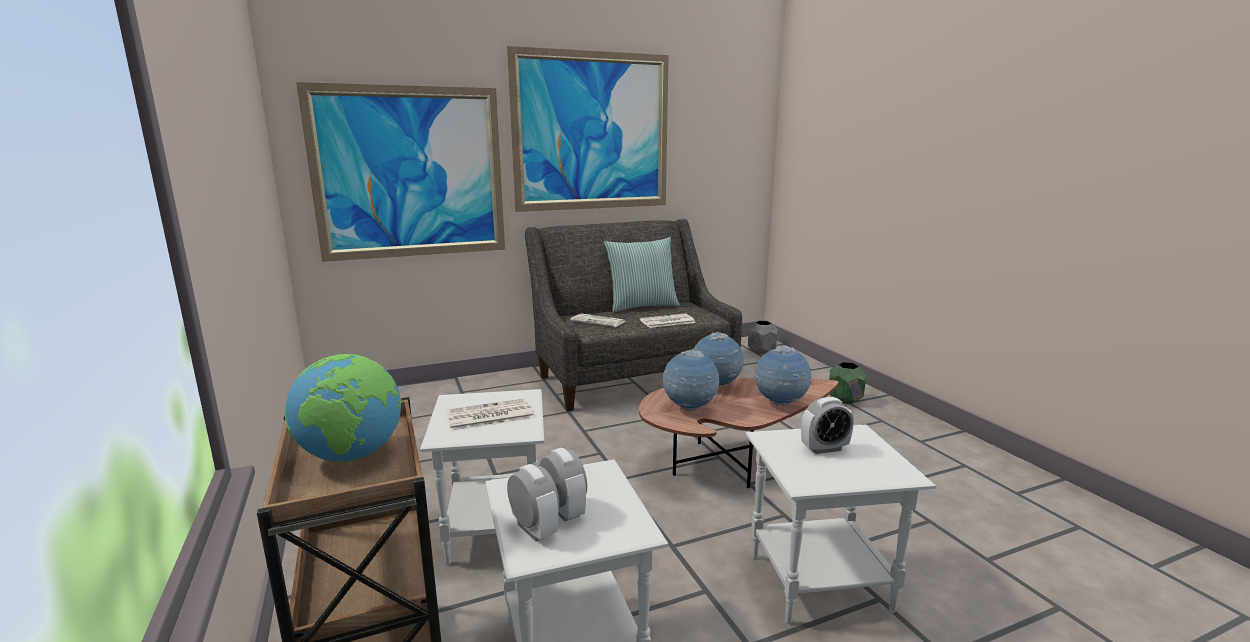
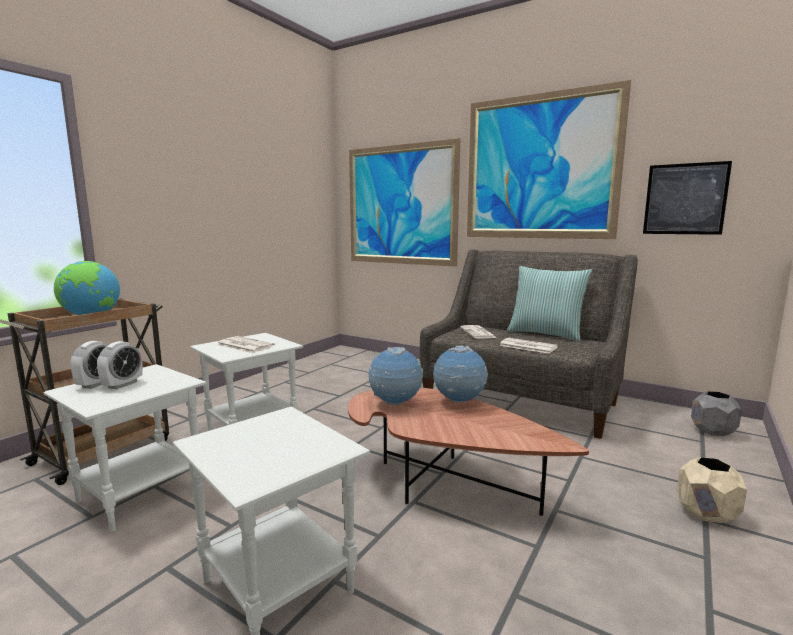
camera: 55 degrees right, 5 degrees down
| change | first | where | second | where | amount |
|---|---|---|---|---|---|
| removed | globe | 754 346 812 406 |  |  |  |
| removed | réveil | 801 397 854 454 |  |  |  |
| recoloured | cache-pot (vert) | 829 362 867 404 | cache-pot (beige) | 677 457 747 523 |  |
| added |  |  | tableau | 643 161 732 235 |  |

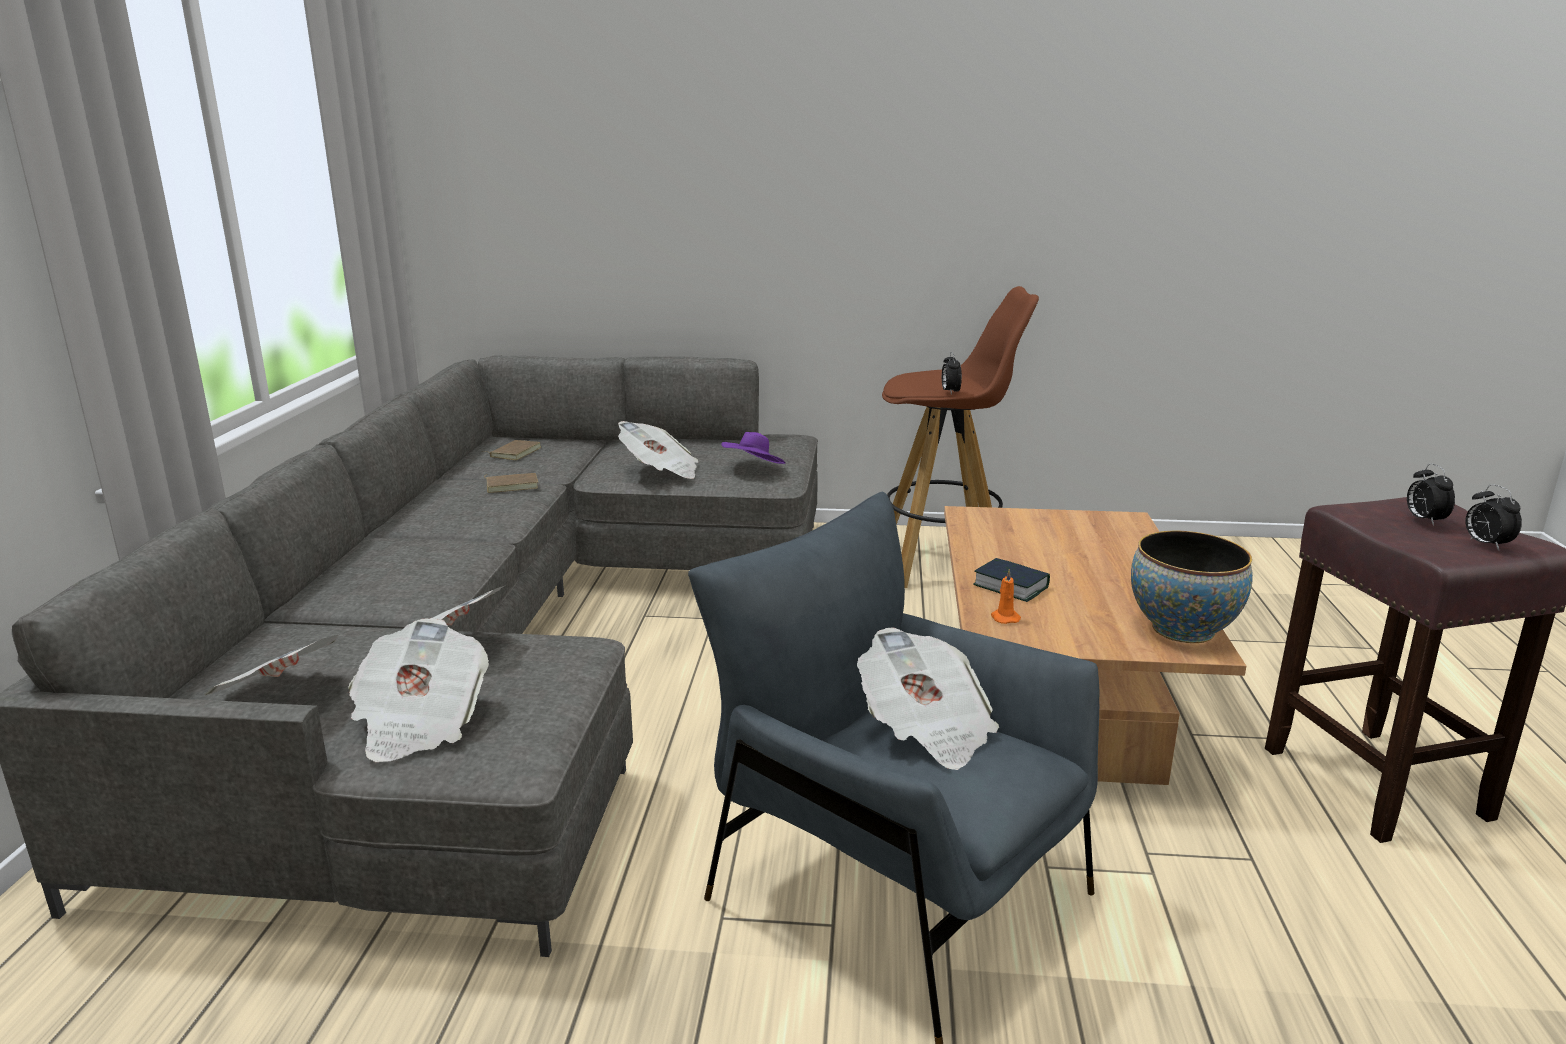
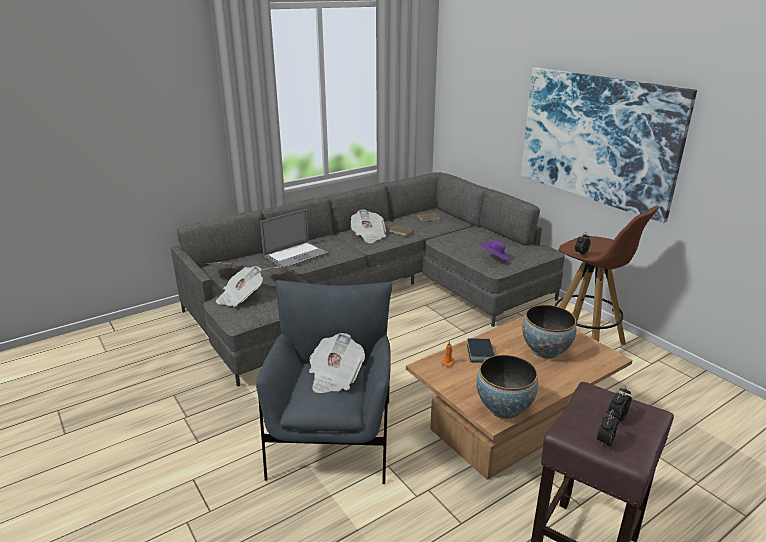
camera: 50 degrees right, 5 degrees up
| change | first | where | second | where | amount |
|---|---|---|---|---|---|
| moved | journal | 618 421 698 479 |  | 350 210 386 244 |  |
| added |  |  | ordinateur portable | 260 209 329 267 |  |
| added |  |  | tableau | 521 67 697 223 |  |
| added |  |  | bol | 522 305 577 359 |  |

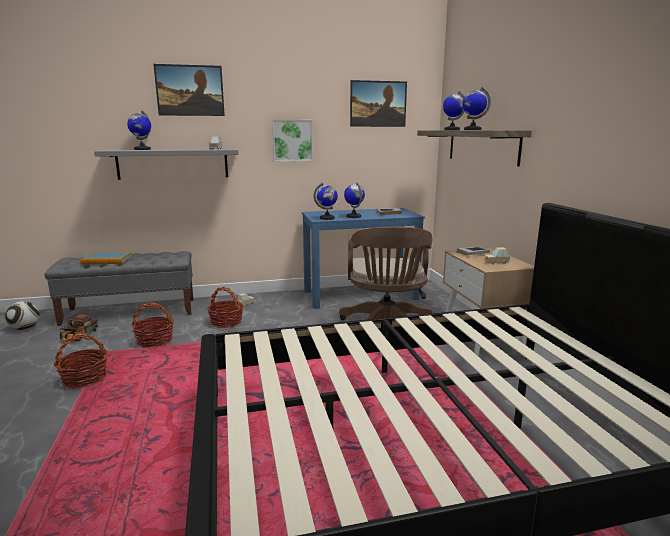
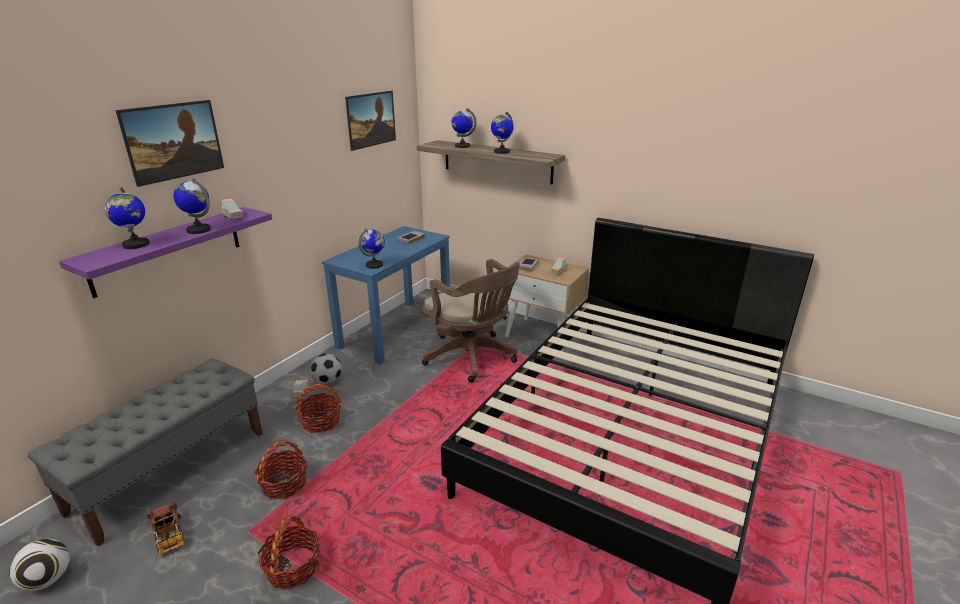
camera: 45 degrees left, 10 degrees up
| change | first | where | second | where | amount |
|---|---|---|---|---|---|
| removed | livre | 80 252 132 264 |  |  |  |
| recoloured | étagère (gris) | 94 149 239 180 | étagère (violet) | 59 207 272 298 |  |
| removed | tableau | 272 120 313 162 |  |  |  |
| moved | globe | 344 183 365 218 |  | 173 178 211 234 |  |
| added |  |  | ballon de foot | 311 354 342 384 |  |

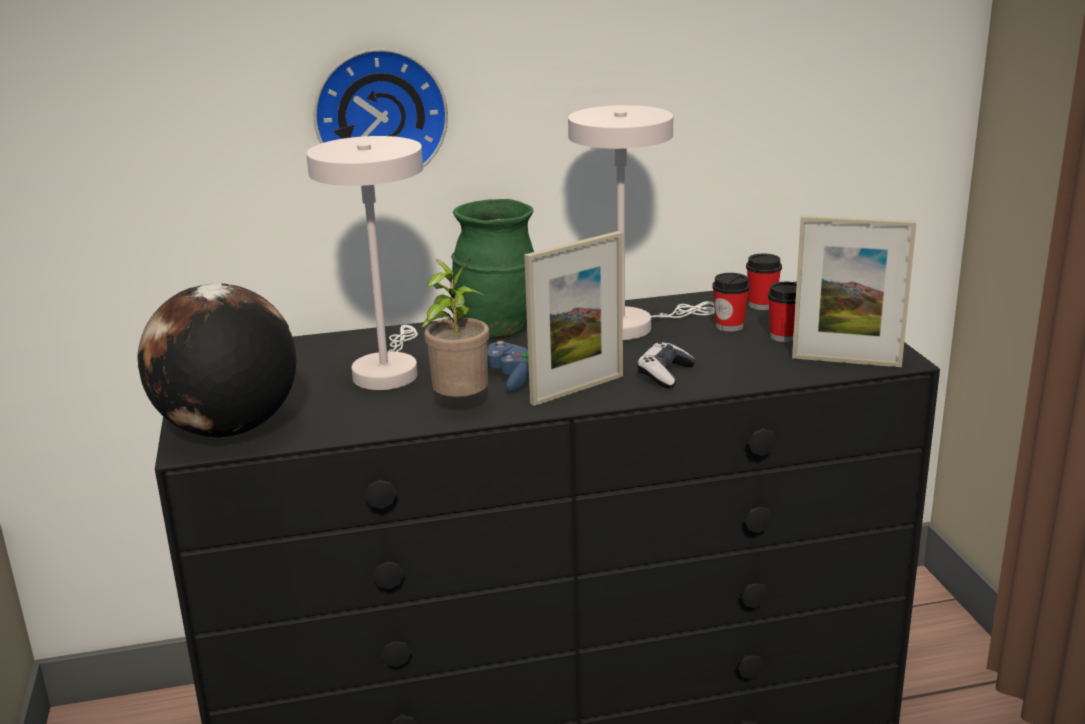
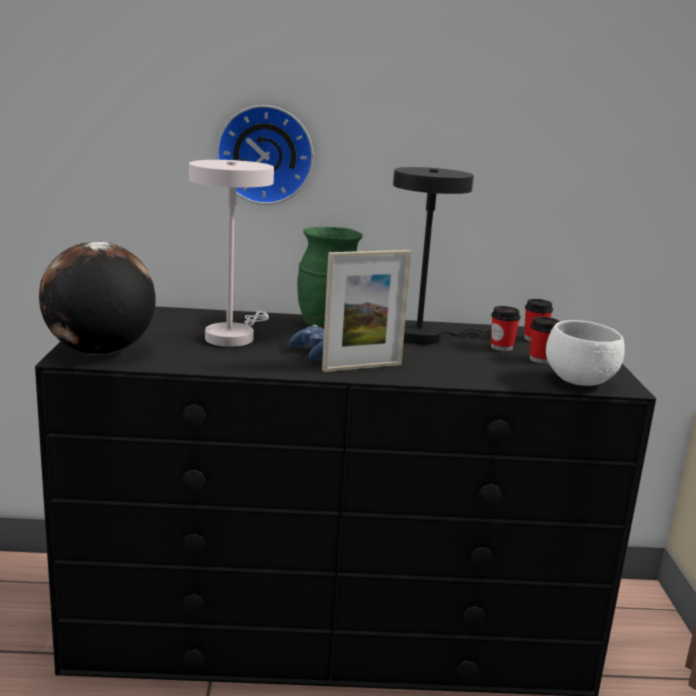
camera: 10 degrees right, 5 degrees down
| change | first | where | second | where | amount |
|---|---|---|---|---|---|
| removed | plante en pot | 421 259 489 397 |  |  |  |
| recoloured | lampe de table (blanc) | 568 105 715 340 | lampe de table (noir) | 393 167 491 344 |  |
| removed | manette | 637 342 695 388 |  |  |  |
| replaced | cadre photo | 792 215 916 367 | bol (blanc) | 546 320 625 386 |  |

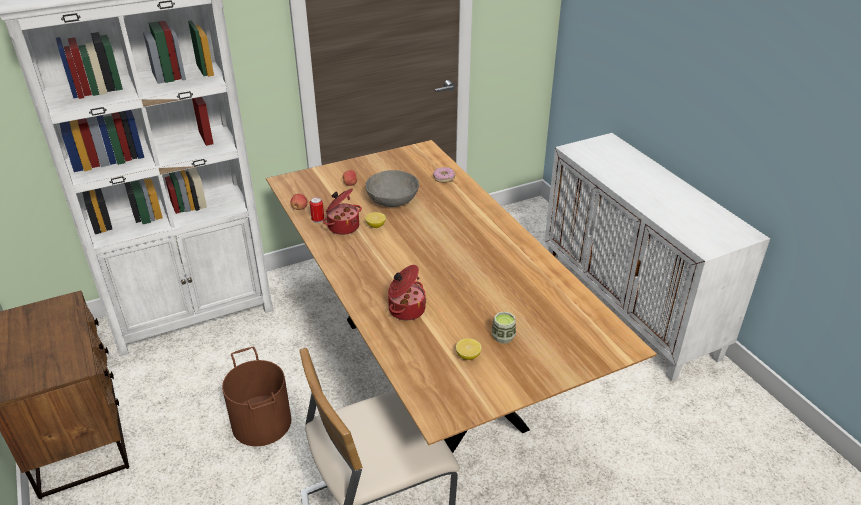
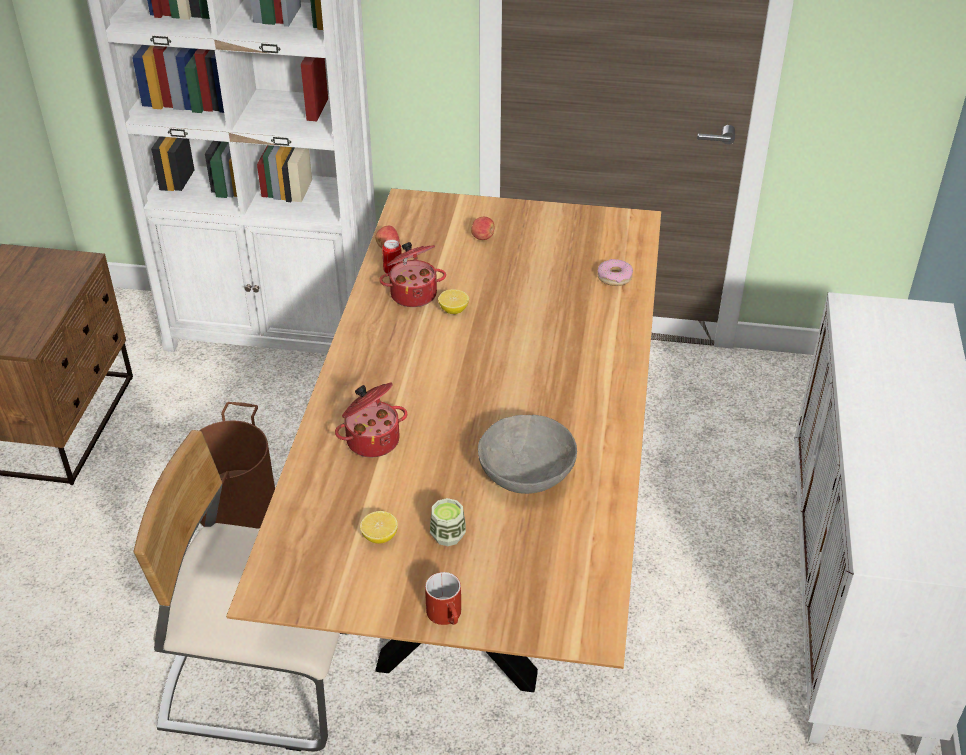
camera: 35 degrees right, 5 degrees up
| change | first | where | second | where | amount |
|---|---|---|---|---|---|
| moved | bol (gris) | 365 170 419 207 |  | 478 415 577 494 |  |
| added |  |  | mug (rouge) | 425 572 461 625 |  |

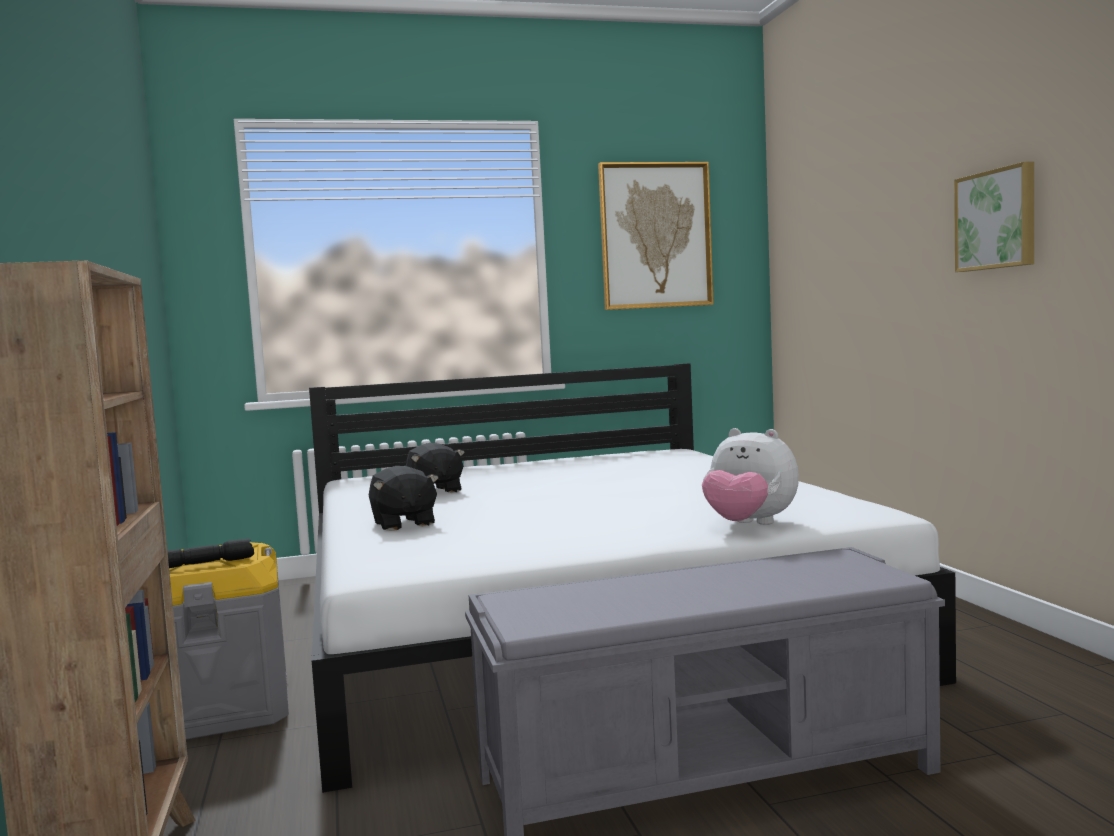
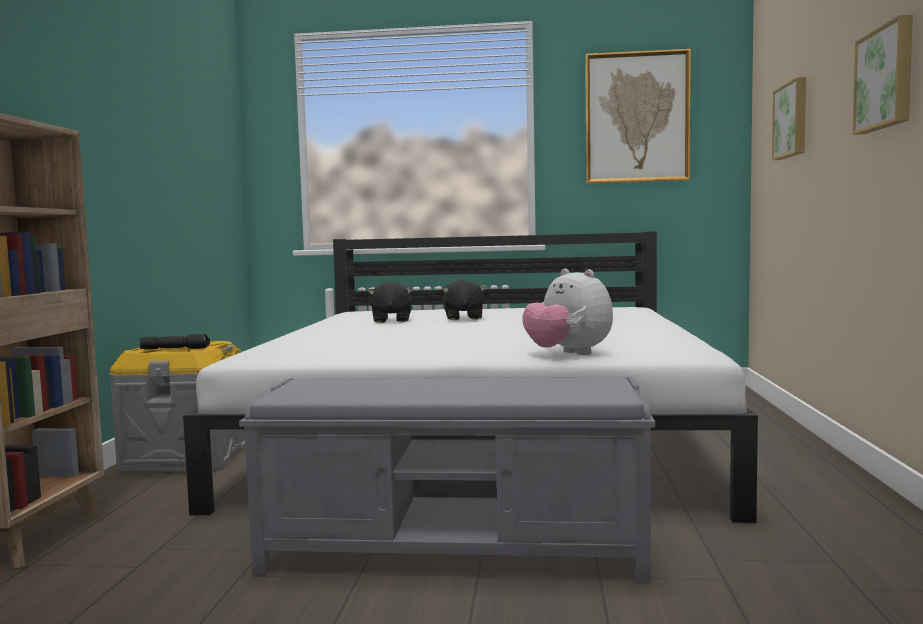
camera: 20 degrees right, 0 degrees up
| change | first | where | second | where | amount |
|---|---|---|---|---|---|
| moved | peluche (noir) | 369 466 439 531 |  | 442 280 486 320 |  |
| added |  |  | tableau | 772 77 806 160 |  |

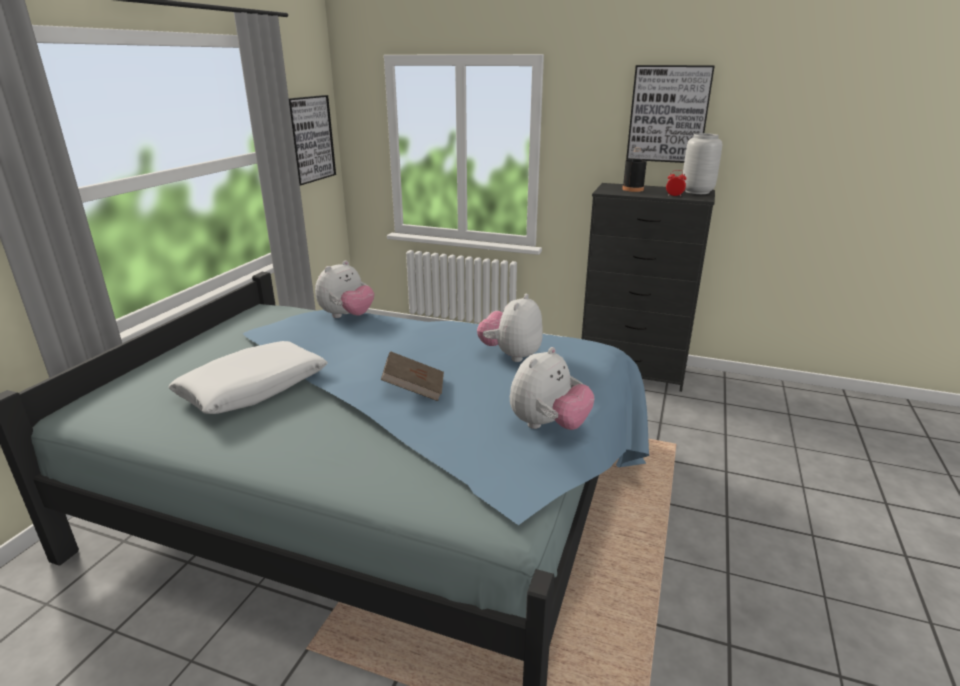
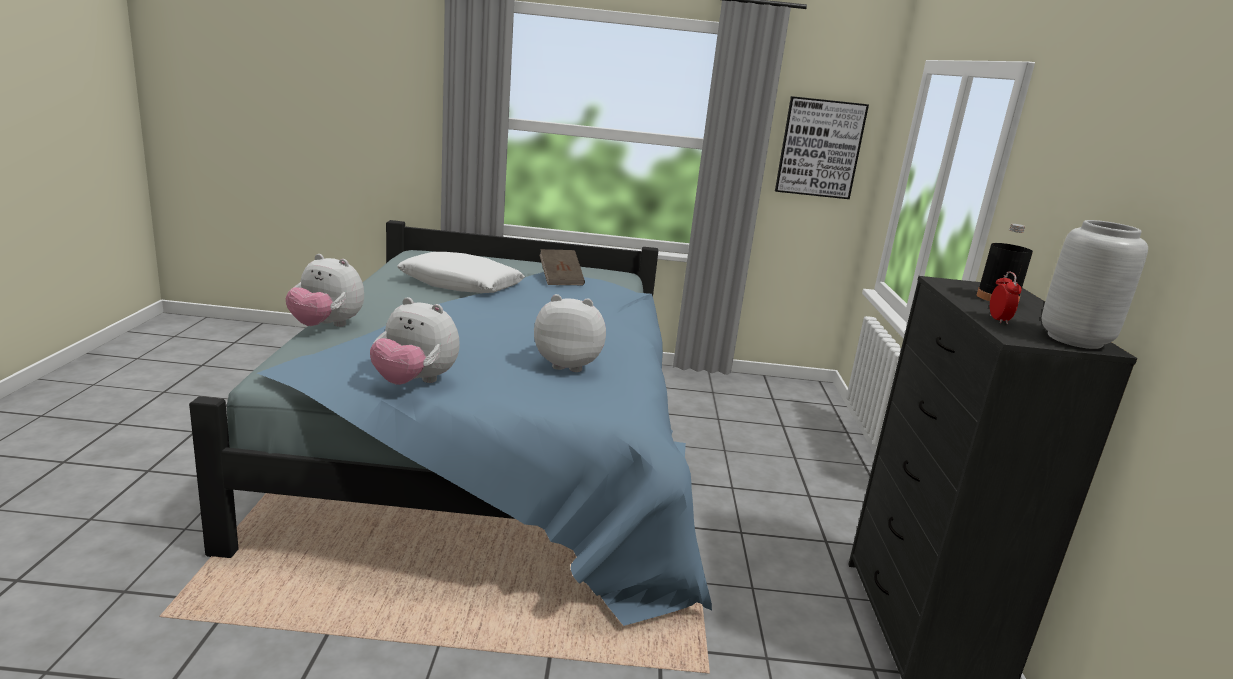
camera: 70 degrees right, 5 degrees down
| change | first | where | second | where | amount |
|---|---|---|---|---|---|
| moved | peluche | 315 260 374 318 |  | 286 254 364 327 |  |
| moved | livre (marron) | 381 351 444 401 |  | 539 249 585 285 |  |
| removed | tableau | 626 65 715 163 |  |  |  |

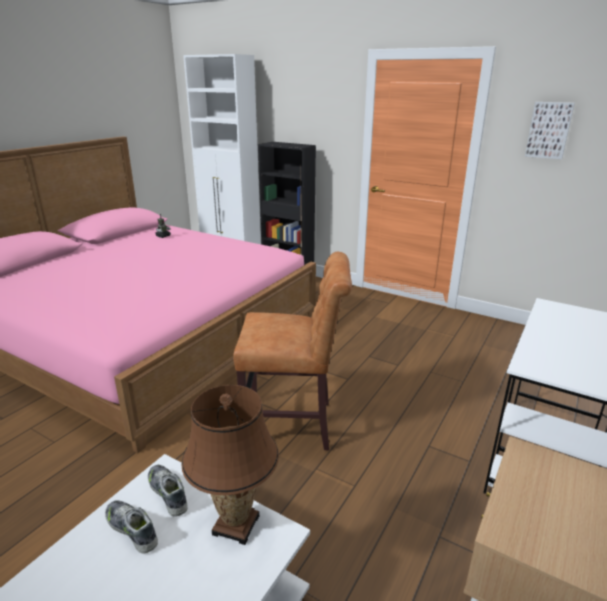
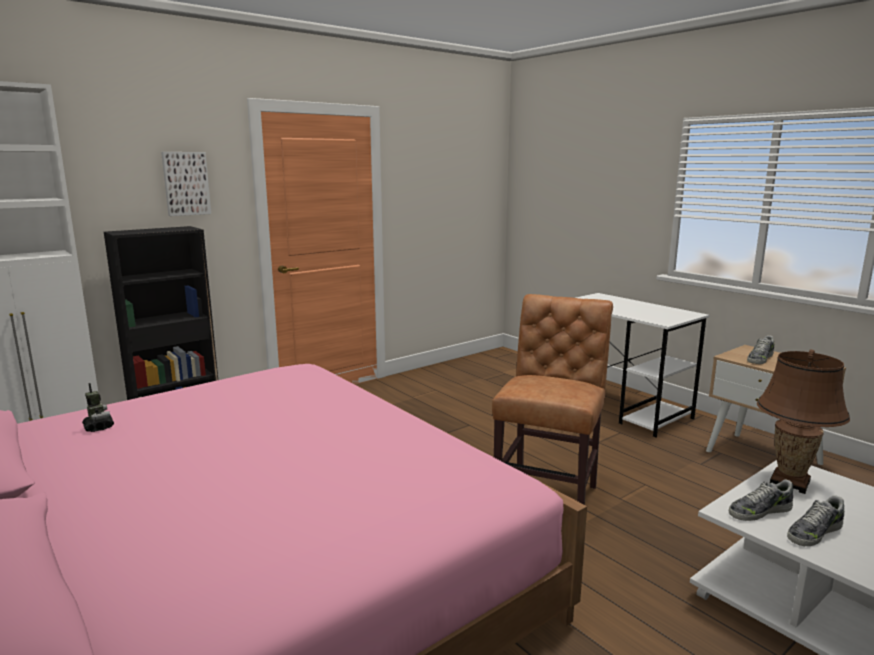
camera: 70 degrees left, 10 degrees down
| change | first | where | second | where | amount |
|---|---|---|---|---|---|
| moved | tableau | 525 102 575 159 |  | 161 152 211 216 |  |
| added |  |  | chaussure | 747 335 775 364 |  |

